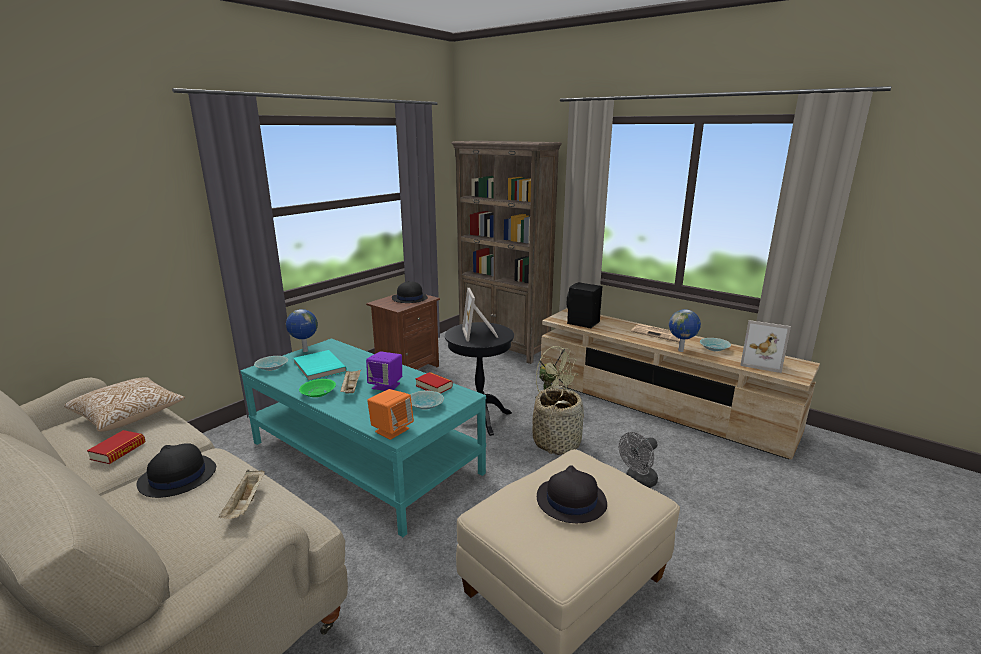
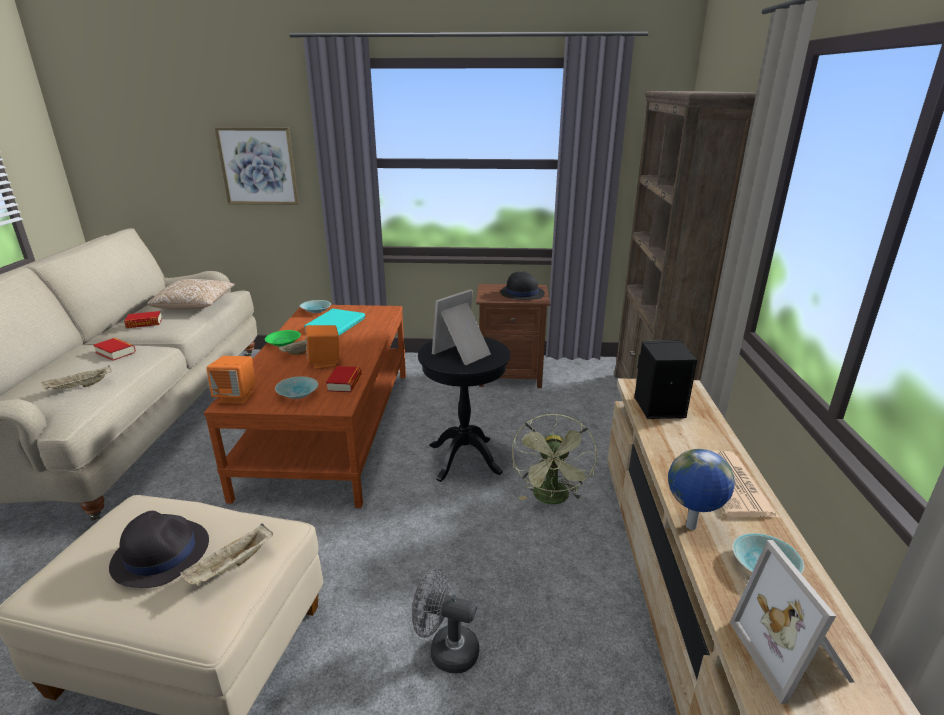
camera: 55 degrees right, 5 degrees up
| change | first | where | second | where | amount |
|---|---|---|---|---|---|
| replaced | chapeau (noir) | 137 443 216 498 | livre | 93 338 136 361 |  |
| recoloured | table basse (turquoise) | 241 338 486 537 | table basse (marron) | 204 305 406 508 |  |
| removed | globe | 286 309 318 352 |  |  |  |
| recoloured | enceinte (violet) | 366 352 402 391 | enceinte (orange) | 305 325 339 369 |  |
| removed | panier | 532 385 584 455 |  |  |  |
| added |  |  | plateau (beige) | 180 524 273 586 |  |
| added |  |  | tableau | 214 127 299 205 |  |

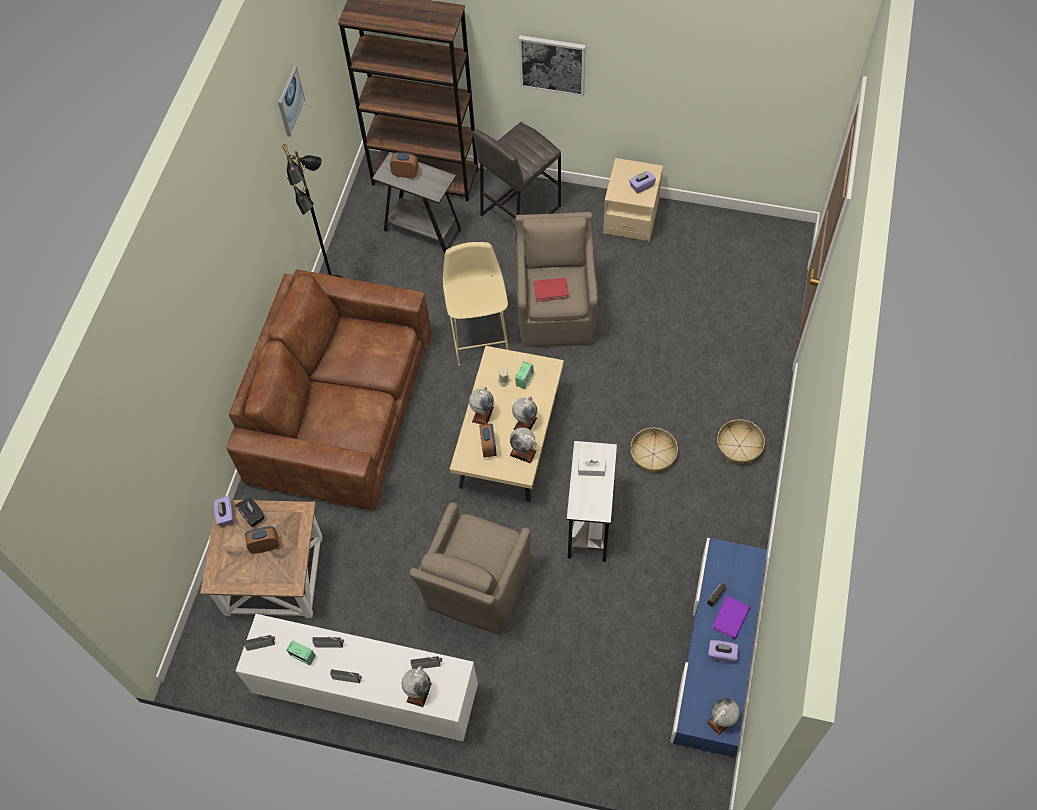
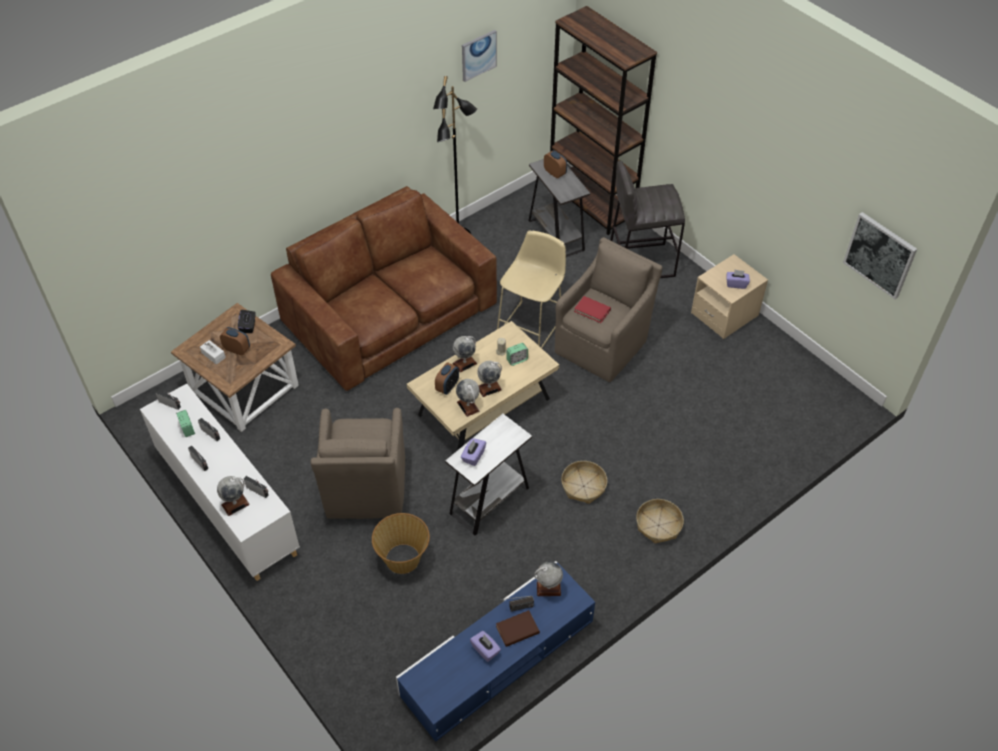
camera: 35 degrees right, 10 degrees down
| change | first | where | second | where | amount |
|---|---|---|---|---|---|
| moved | boîte à mouchoirs (violet) | 214 495 234 526 |  | 461 438 486 466 |  |
| turned | fauteuil (marron) | 410 502 531 635 |  | 310 408 405 519 | 60 degrees counterclockwise |
| moved | tableau | 519 35 586 96 |  | 843 212 917 299 |  |
| moved | boîte à mouchoirs (blanc) | 578 458 606 476 |  | 200 340 226 365 |  |
| moved | globe | 707 698 740 735 |  | 534 562 563 596 |  |
| recoloured | livre (violet) | 712 596 750 639 | livre (marron) | 496 610 540 647 |  |
| added |  |  | panier | 372 513 430 574 |  |

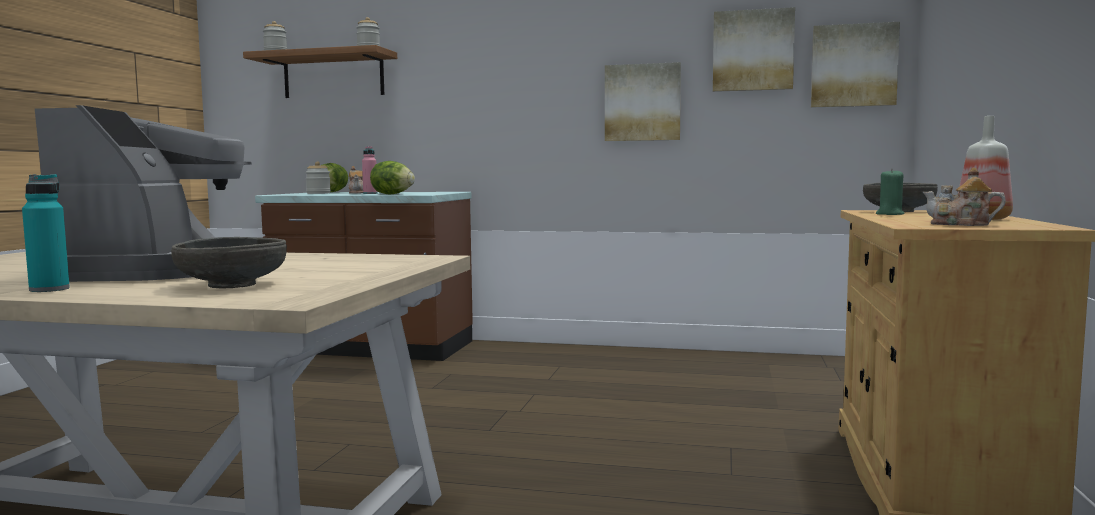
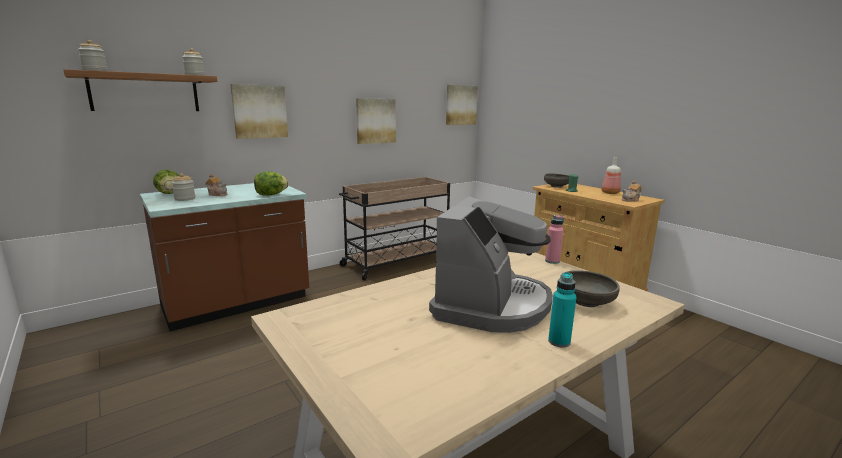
camera: 50 degrees left, 10 degrees up
| change | first | where | second | where | amount |
|---|---|---|---|---|---|
| turned | machine à café | 35 105 252 282 |  | 429 196 553 333 | 75 degrees clockwise |
| moved | bouteille (rose) | 362 146 377 194 |  | 545 215 564 264 |  |
| moved | tableau | 713 7 795 92 |  | 230 84 288 139 |  |
| added |  |  | chariot (beige) | 339 177 450 280 |  |

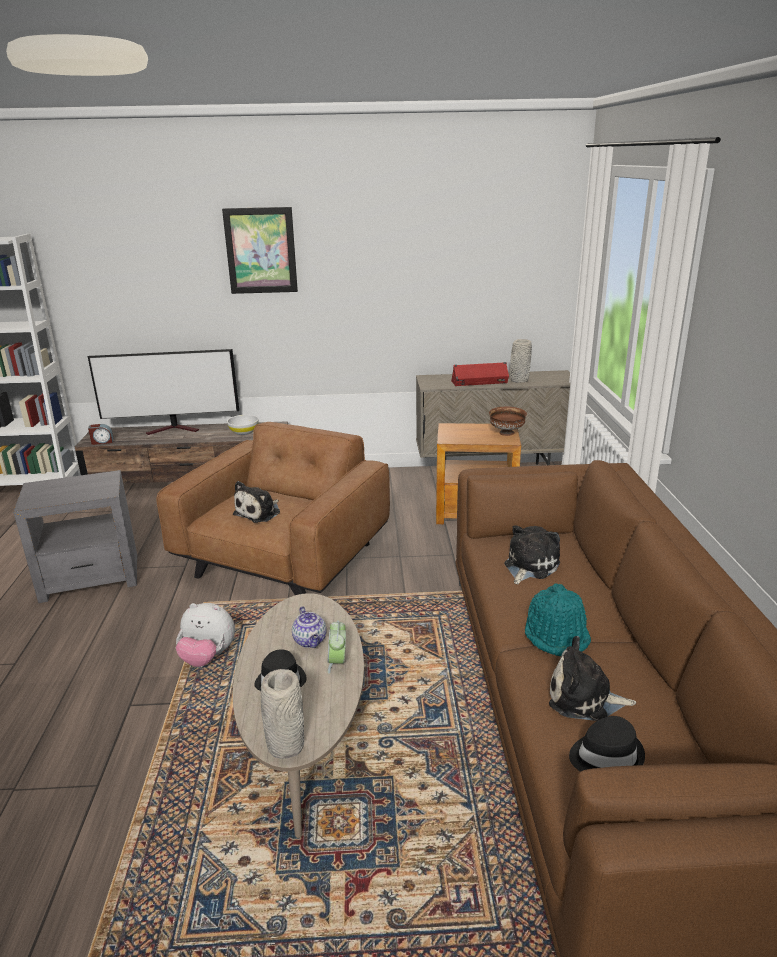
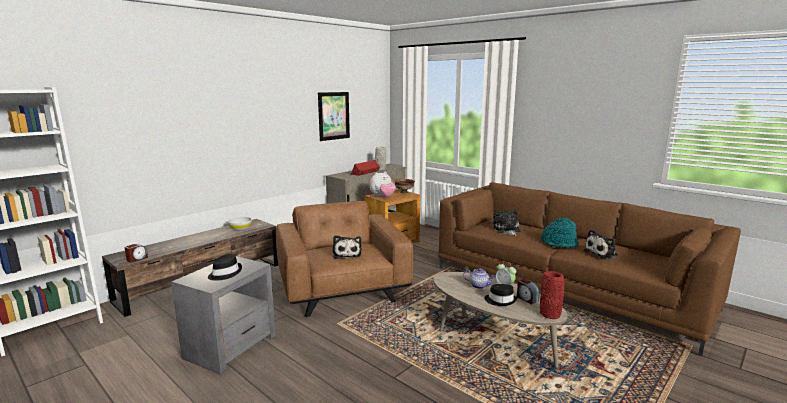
camera: 45 degrees left, 10 degrees down
| change | first | where | second | where | amount |
|---|---|---|---|---|---|
| removed | téléviseur | 88 349 239 435 |  |  |  |
| moved | peluche | 176 603 235 667 |  | 370 171 396 197 |  |
| moved | tableau | 222 207 298 294 |  | 318 92 350 141 |  |
| recoloured | vase (gris) | 261 669 304 759 | vase (rouge) | 540 271 564 319 |  |
| moved | chapeau (noir) | 569 716 645 772 |  | 208 254 242 280 |  |
| added |  |  | réveil | 517 279 540 305 |  |

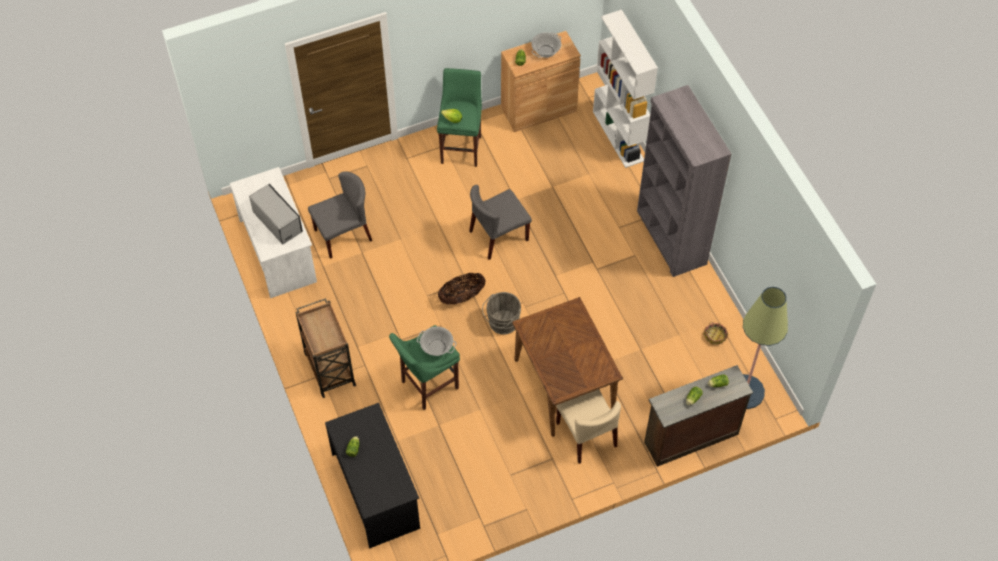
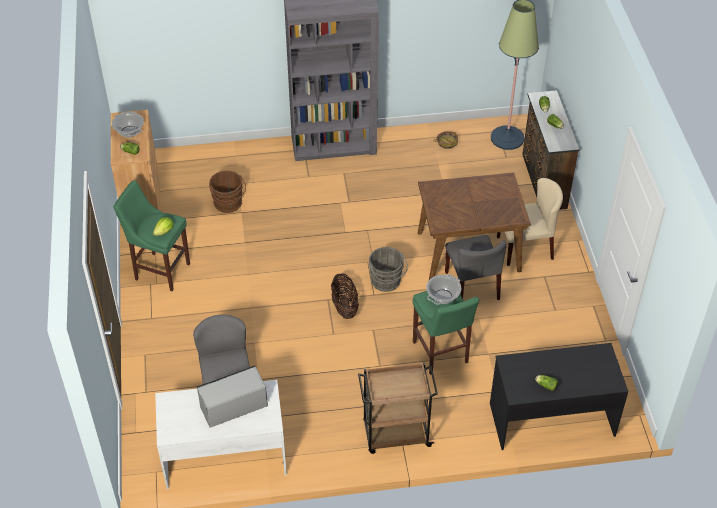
camera: 75 degrees left, 10 degrees down
| change | first | where | second | where | amount |
|---|---|---|---|---|---|
| moved | chaise (gris) | 469 185 532 260 |  | 445 235 506 300 |  |
| removed | bibliothèque (blanc) | 593 10 658 168 |  |  |  |
| added |  |  | seau (marron) | 209 171 246 213 |  |

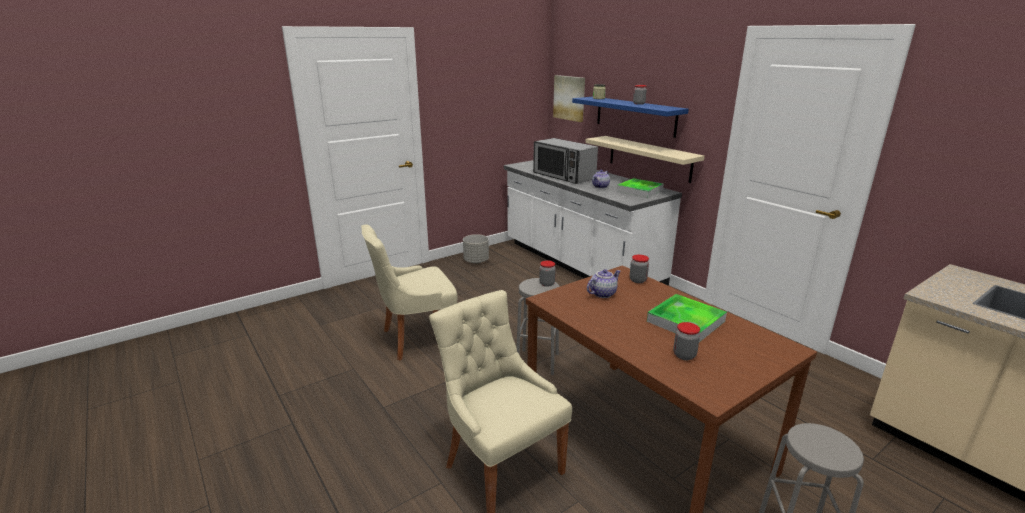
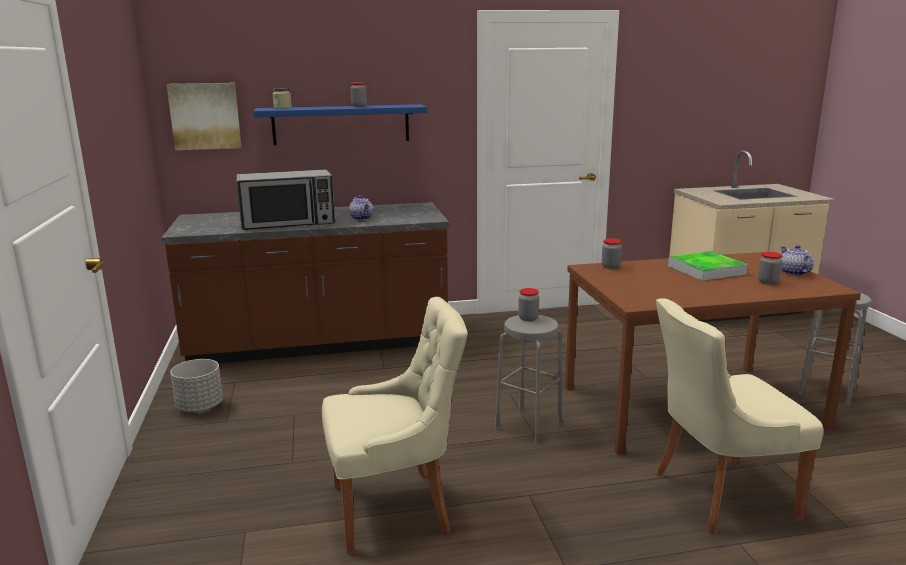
camera: 65 degrees left, 5 degrees down
| change | first | where | second | where | amount |
|---|---|---|---|---|---|
| turned | chaise (beige) | 361 225 458 360 |  | 322 297 468 554 | 105 degrees counterclockwise |
| recoloured | comptoir de cuisine (blanc) | 504 160 682 286 | comptoir de cuisine (marron) | 162 202 449 364 |  |
| removed | étagère (beige) | 585 136 705 183 |  |  |  |
| moved | théière | 587 269 620 298 |  | 781 245 814 276 |  |
| removed | plateau | 617 178 664 198 |  |  |  |

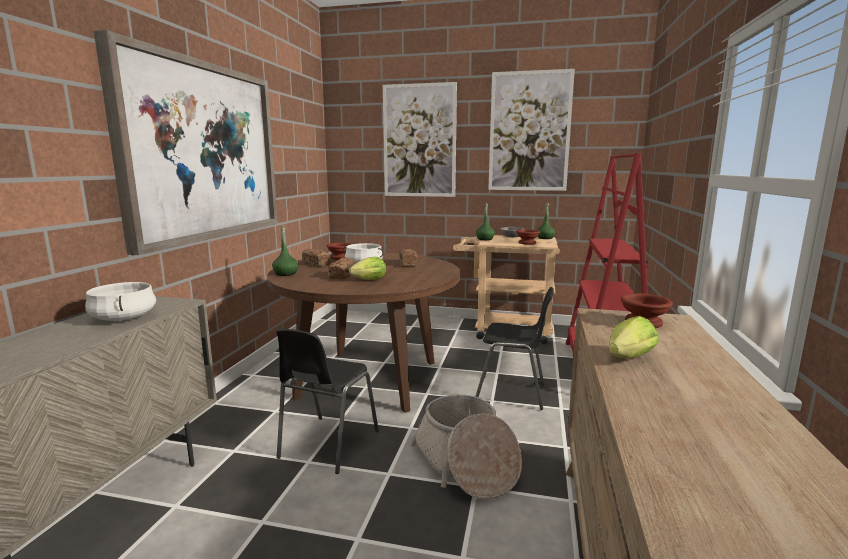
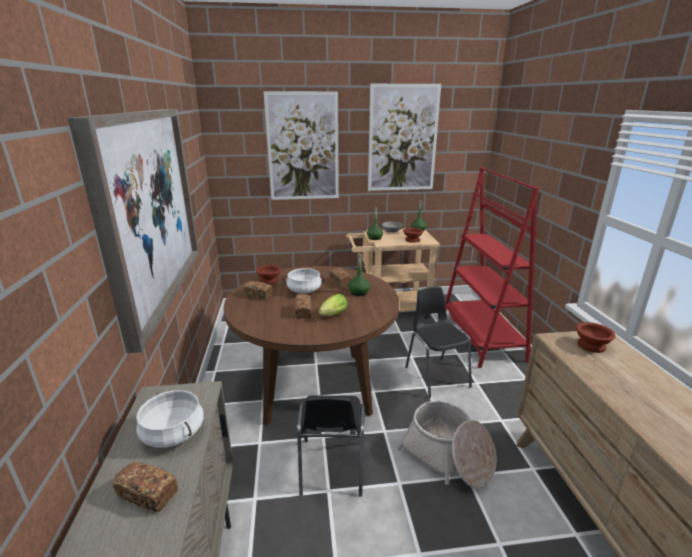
camera: 20 degrees left, 10 degrees up
| change | first | where | second | where | amount |
|---|---|---|---|---|---|
| moved | bouteille (vert) | 272 225 299 276 |  | 348 253 370 296 |  |
| turned | chaise (noir) | 476 287 554 410 |  | 405 287 472 398 | 105 degrees counterclockwise |
| removed | laitue | 609 316 659 359 |  |  |  |
| added |  |  | pain | 113 462 178 512 |  |

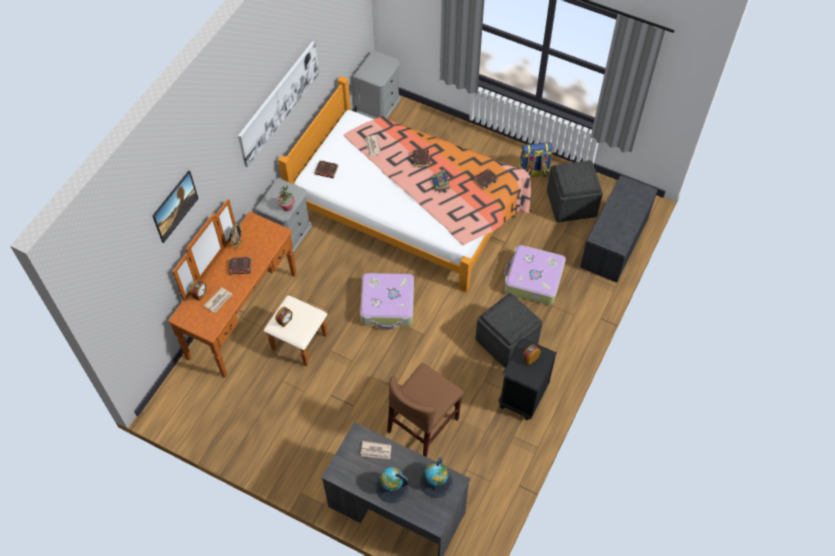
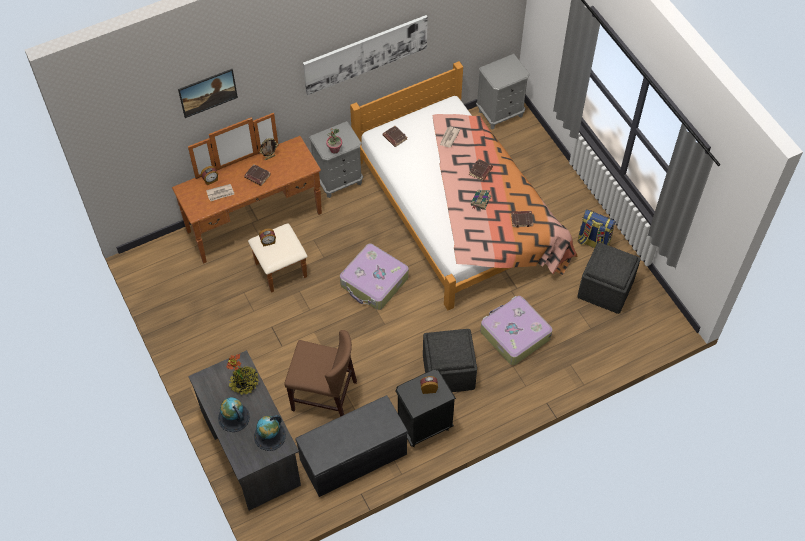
camera: 35 degrees right, 0 degrees up
| change | first | where | second | where | amount |
|---|---|---|---|---|---|
| replaced | journal | 360 441 391 459 | plante en pot | 226 354 259 395 |  |
| turned | chaise (marron) | 387 363 464 457 |  | 284 330 357 417 | 150 degrees counterclockwise |
| moved | banc (gris) | 580 176 657 283 |  | 295 395 408 497 |  |

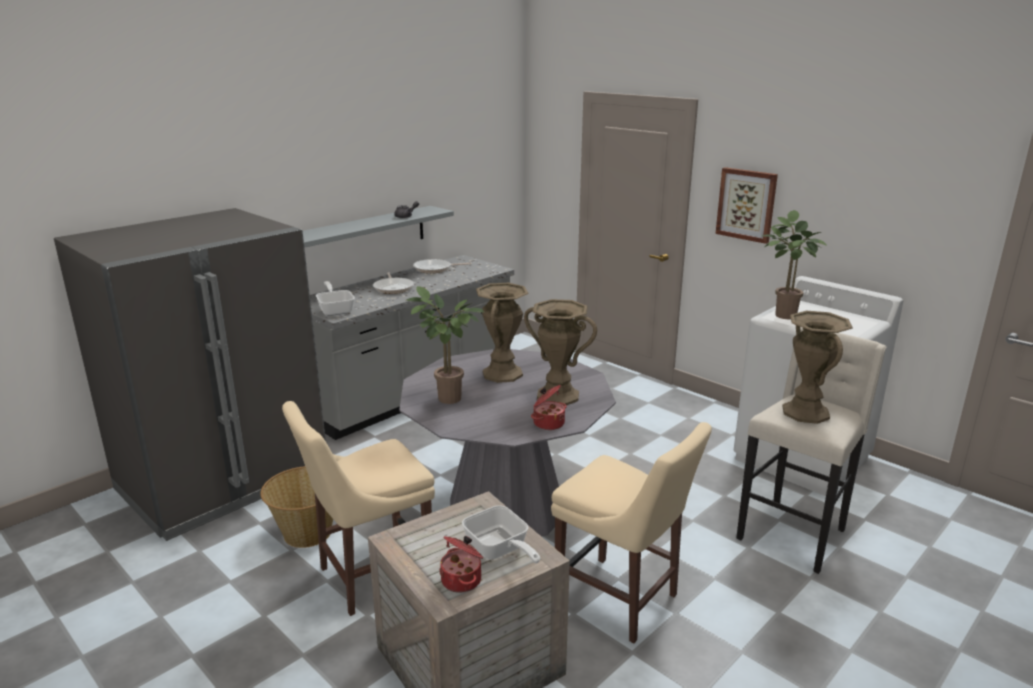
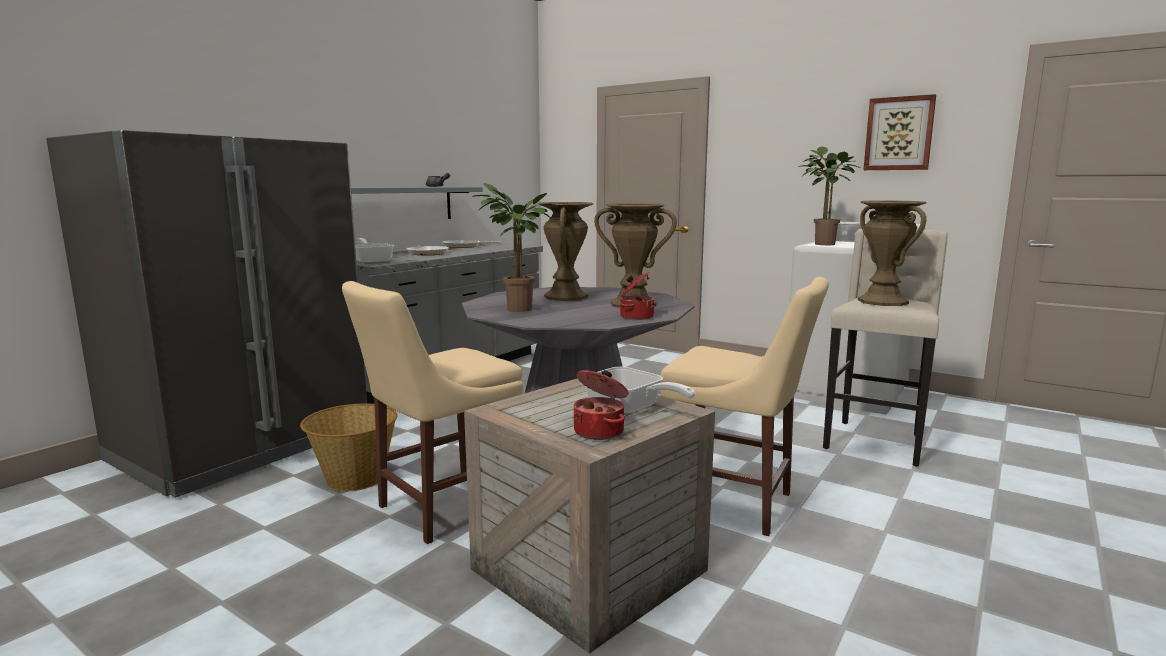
camera: 10 degrees left, 10 degrees down
| change | first | where | second | where | amount |
|---|---|---|---|---|---|
| moved | tableau | 715 167 778 244 |  | 863 94 936 170 |  |

